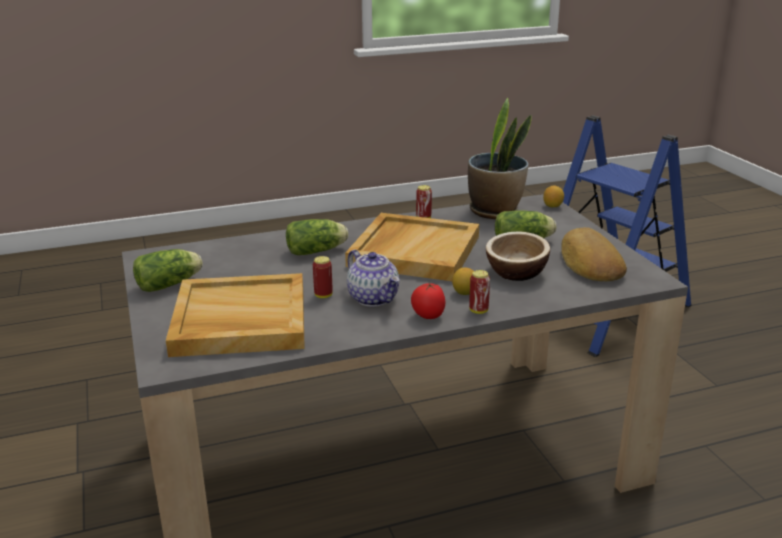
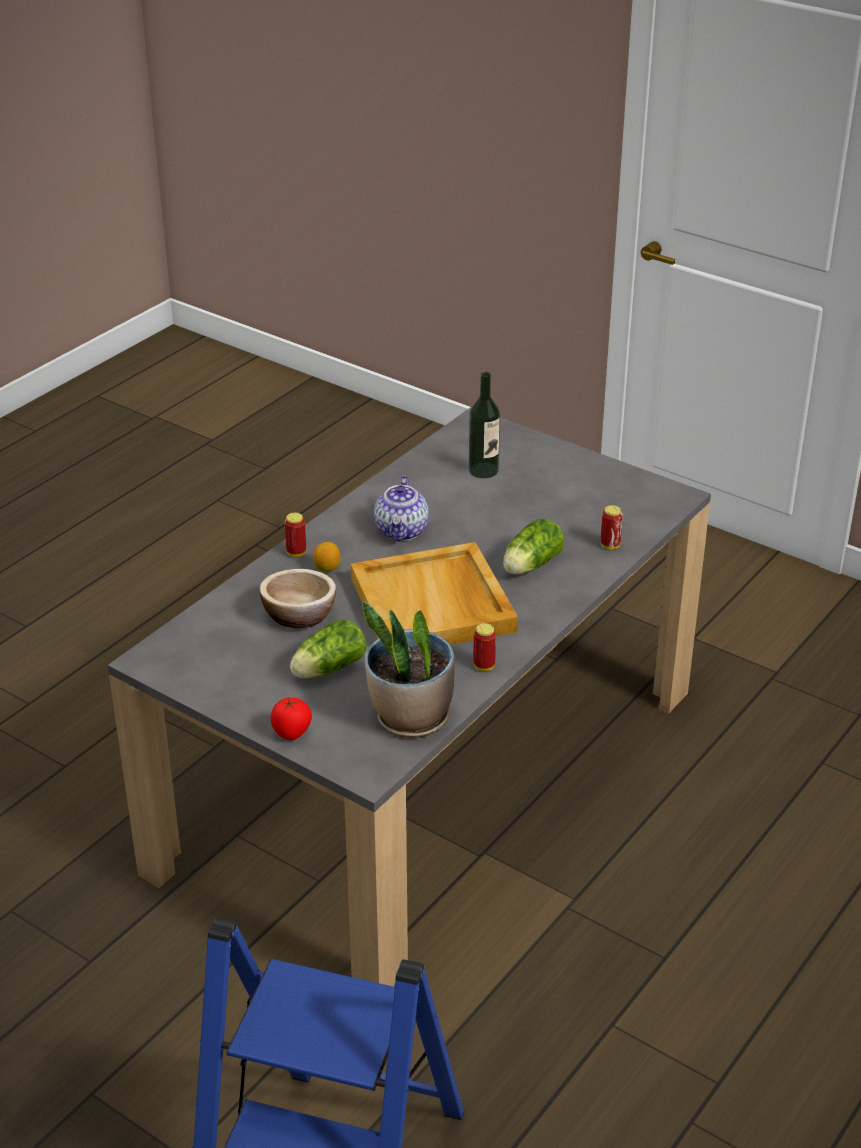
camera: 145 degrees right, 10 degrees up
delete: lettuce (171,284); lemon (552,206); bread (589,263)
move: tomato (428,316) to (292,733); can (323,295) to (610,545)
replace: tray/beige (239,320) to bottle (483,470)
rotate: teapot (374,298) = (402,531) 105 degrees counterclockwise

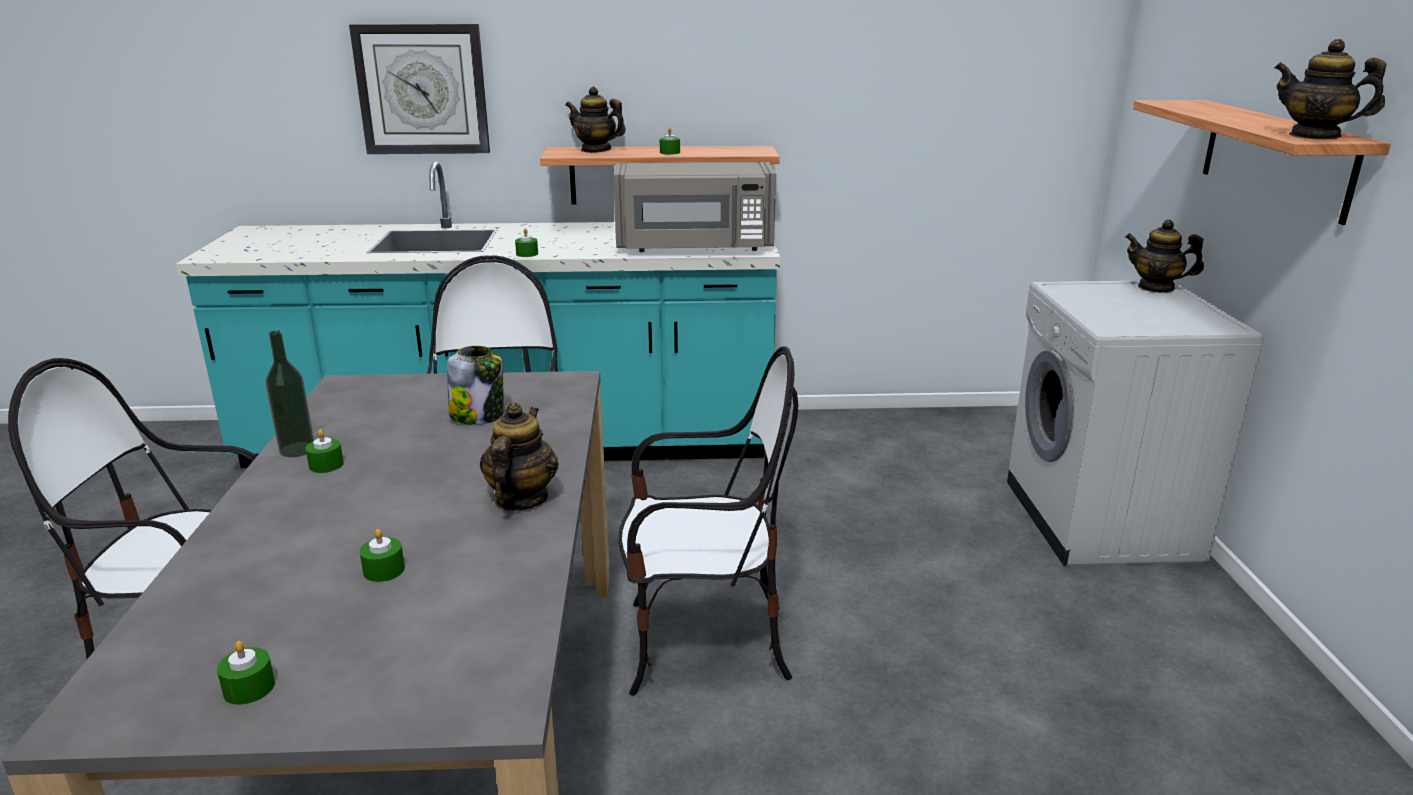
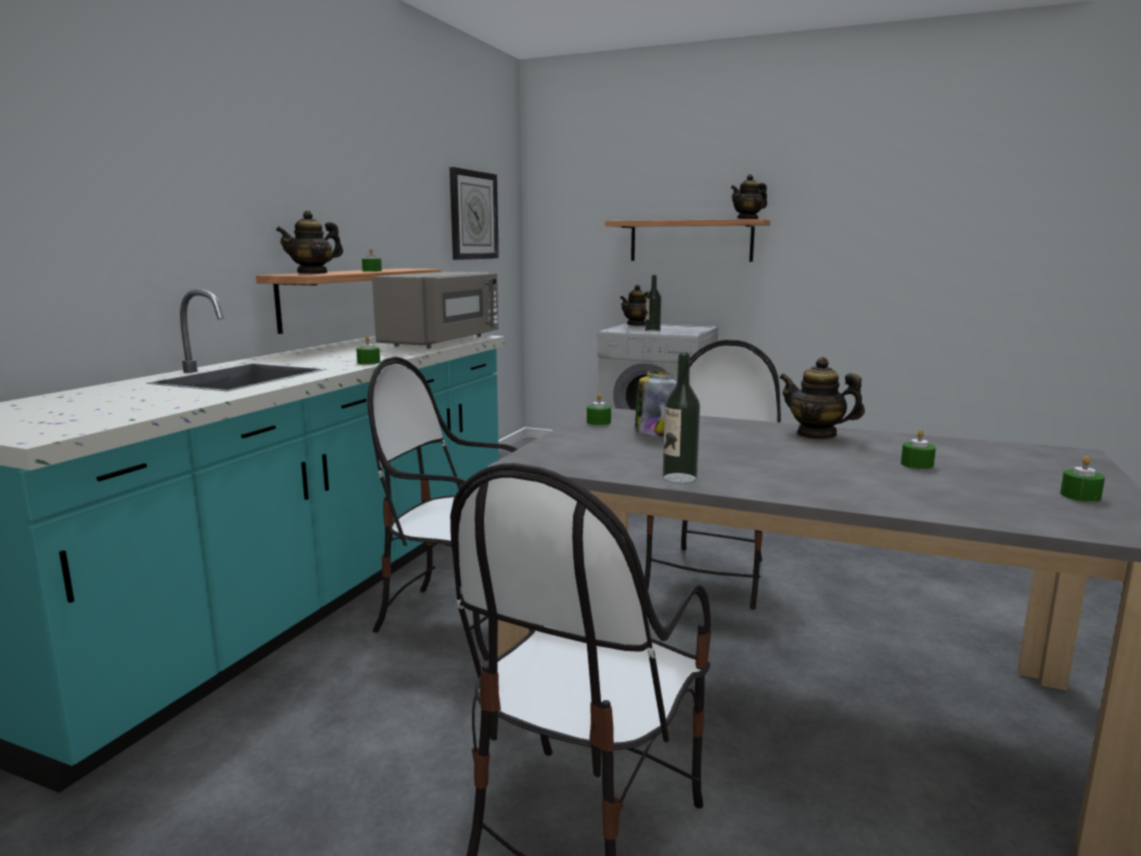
camera: 65 degrees left, 10 degrees down
insert: bottle (652,331)
move: wall clock (422,89) to (473,215); candle/green (326,465) to (598,422)

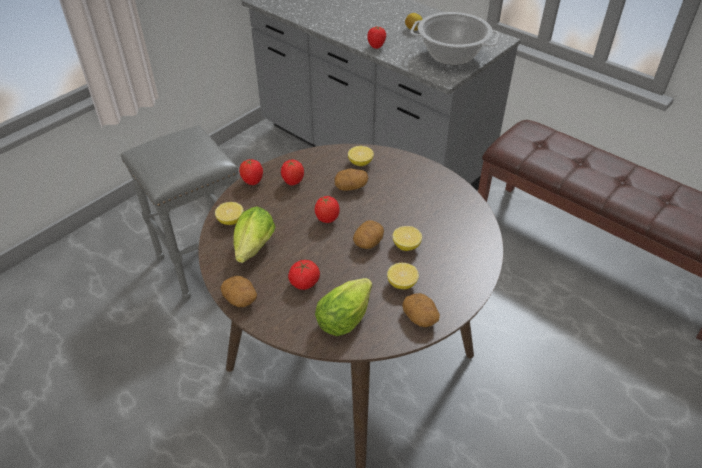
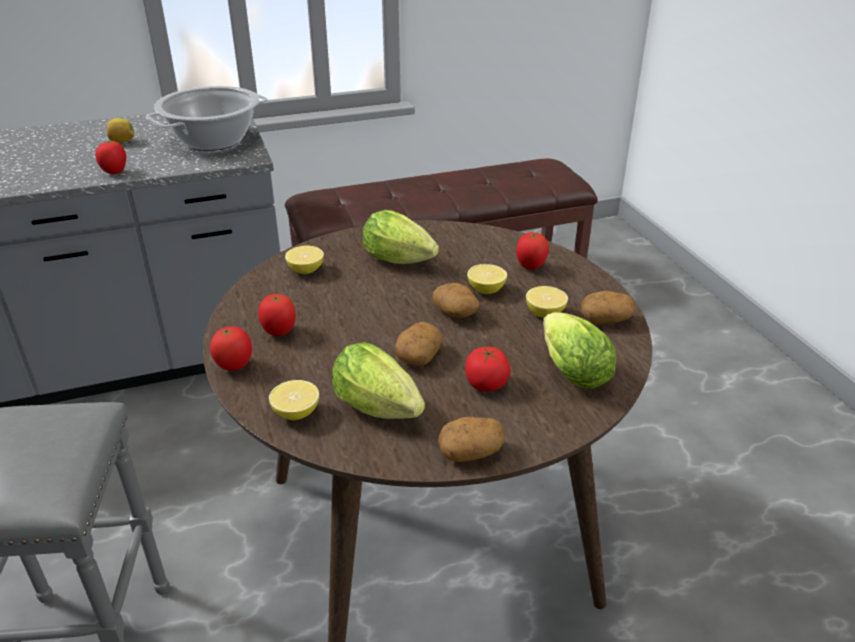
camera: 60 degrees left, 10 degrees down
insert: lettuce (402,261)
move: potato (351,186) to (418,356); tomato (327,220) to (530,267)

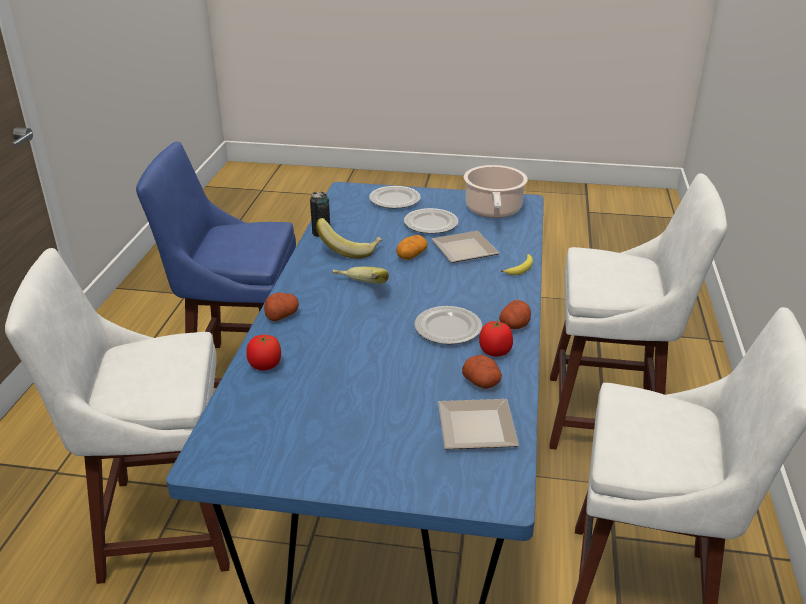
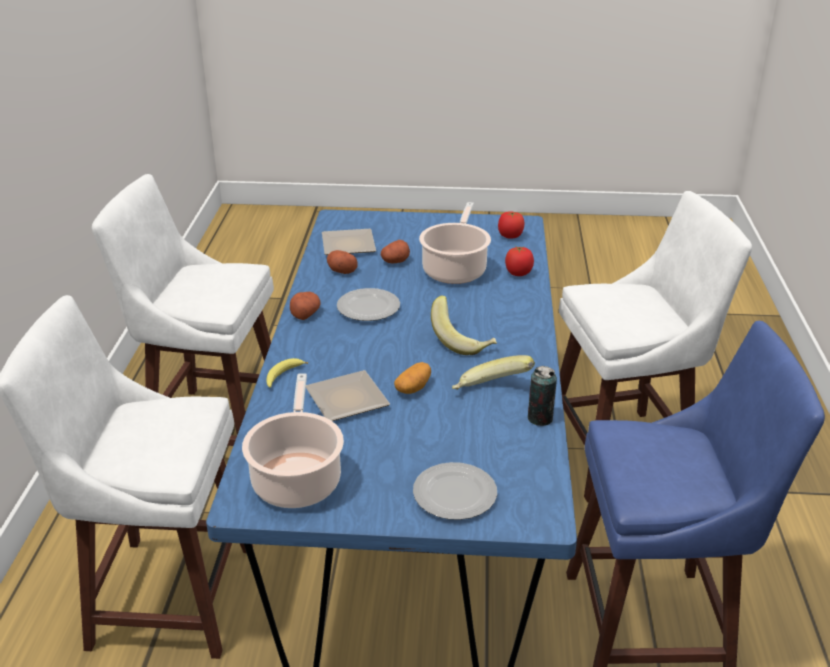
camera: 175 degrees right, 0 degrees up
delete: plate (430,224)
insert: cooking pot (455,269)
move: potato (282,315) to (395,261); tomato (495,352) to (510,236)

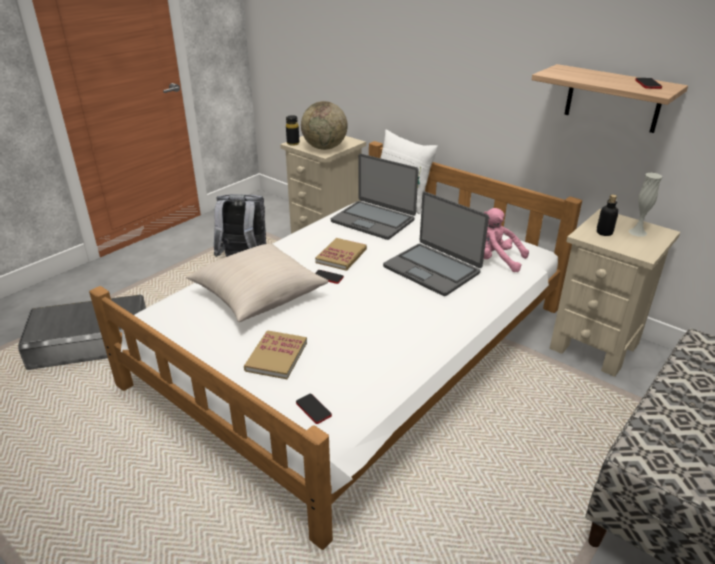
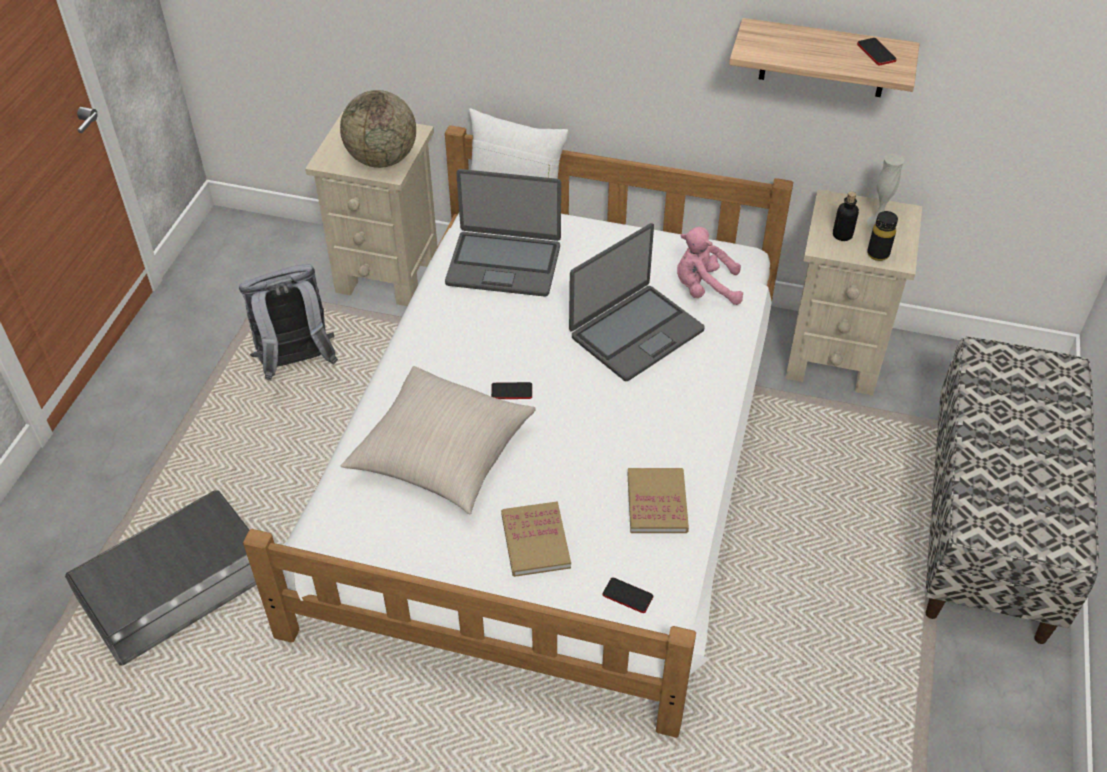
camera: 25 degrees left, 15 degrees up
move: book (341,256) to (657,503); bottle/black (293,143) to (878,254)
rotate: laptop (432,269) = (635,333) 60 degrees counterclockwise

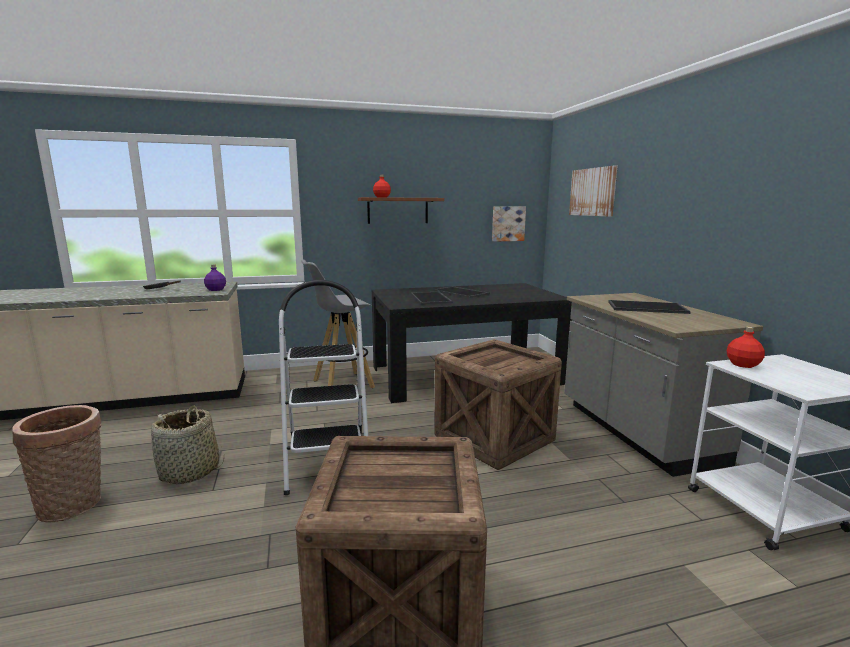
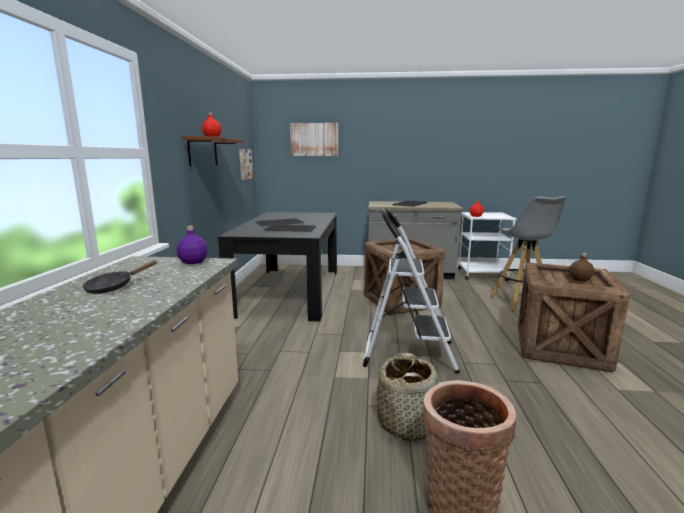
camera: 70 degrees left, 0 degrees up
insert: bottle/brown (579,279)
move: stool/grey (342,384) to (520,303)

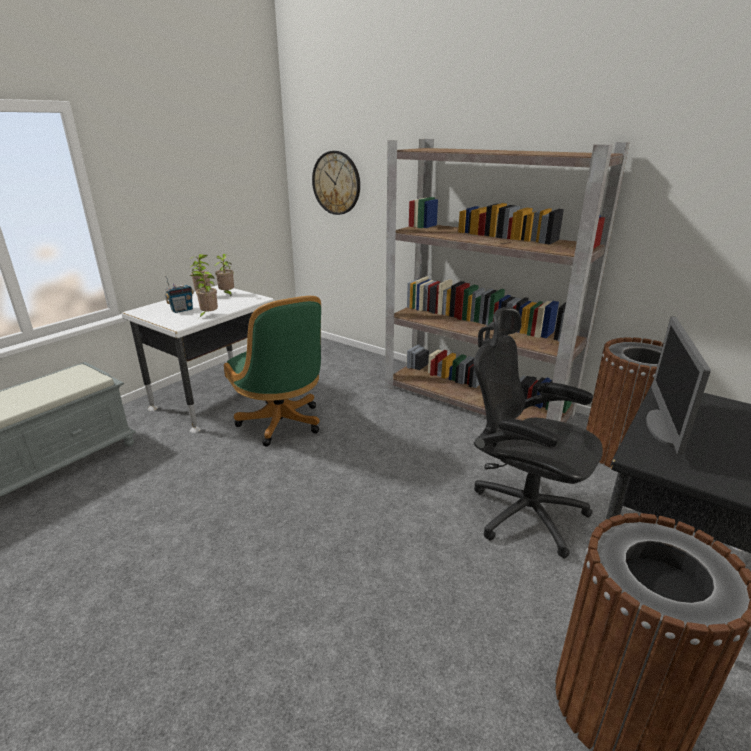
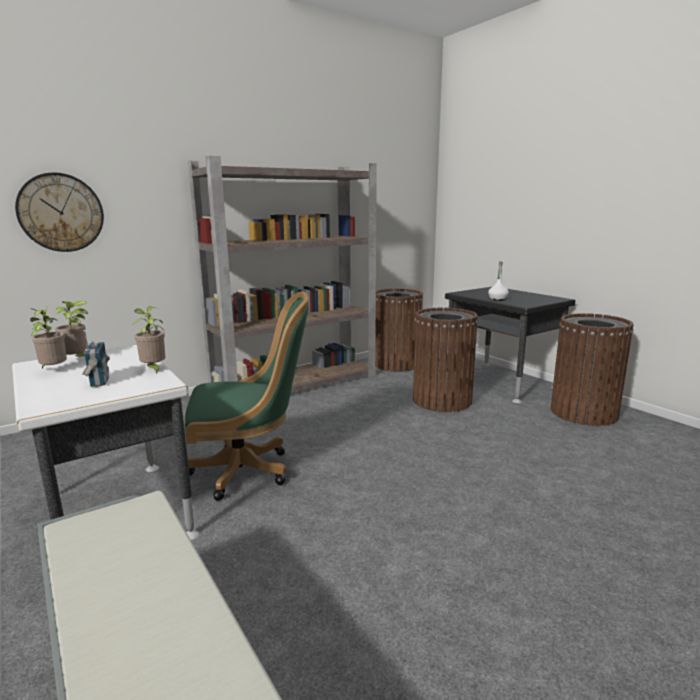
camera: 70 degrees left, 10 degrees down
replace: office chair (521,511) to trash can/brown (441,400); monitor (663,428) to bottle/white (498,299)

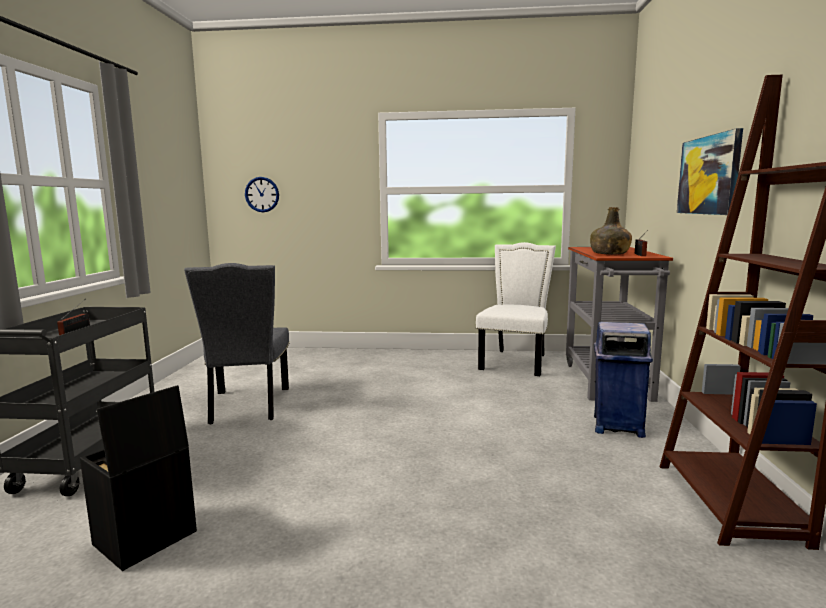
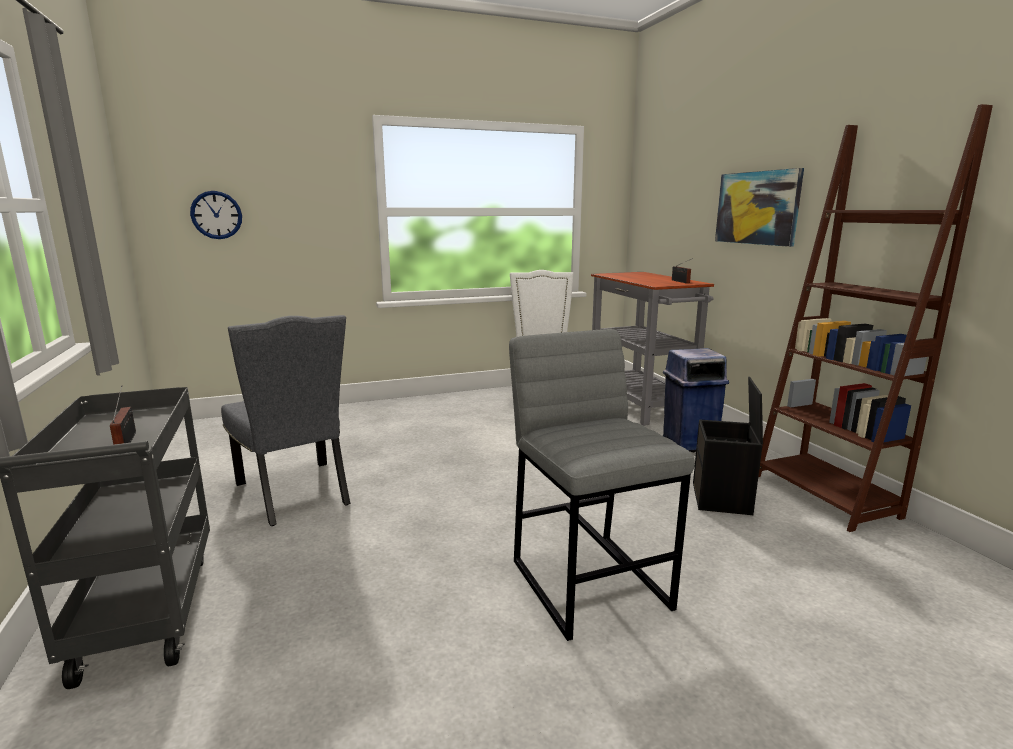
camera: 25 degrees left, 5 degrees up
delete: bottle/green (609,253)
insert: chair/grey (587,581)
move: storage box/black (144,539) to (722,499)

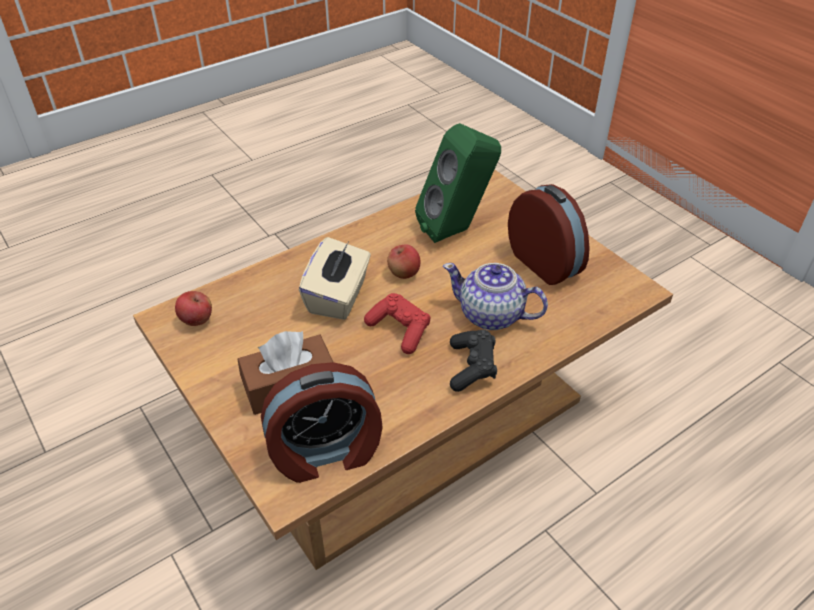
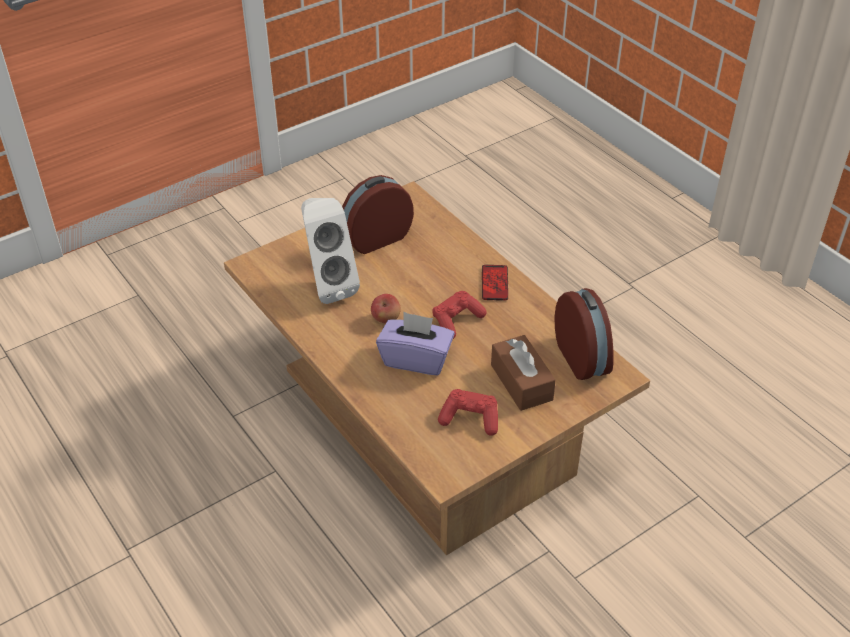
camera: 90 degrees left, 0 degrees up
delete: apple (197,320); teapot (491,315)
insert: game controller/red (470,419)
replace: game controller/black (472,367) to phone (494,283)
recolor: speaker/green (457,230) to speaker/white (328,285); tissue box/beige (338,297) to tissue box/purple (416,359)

